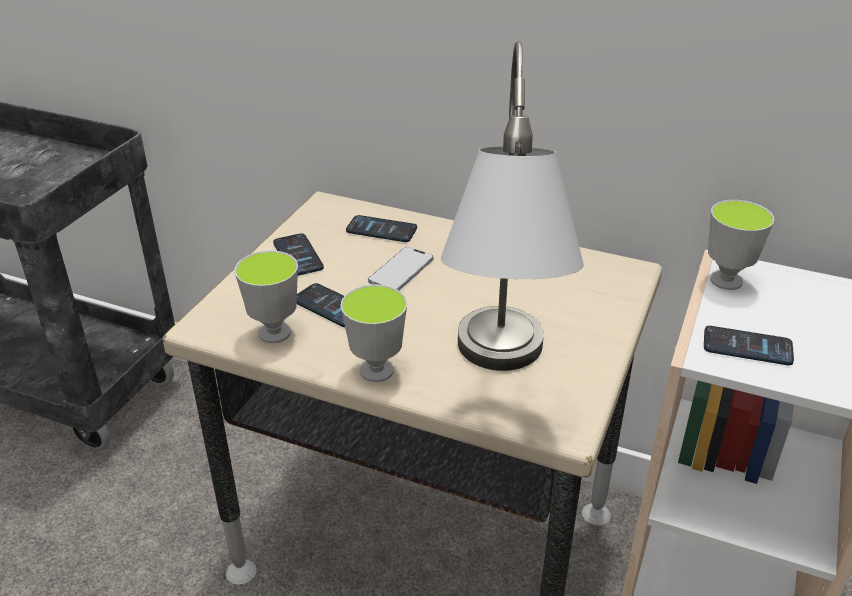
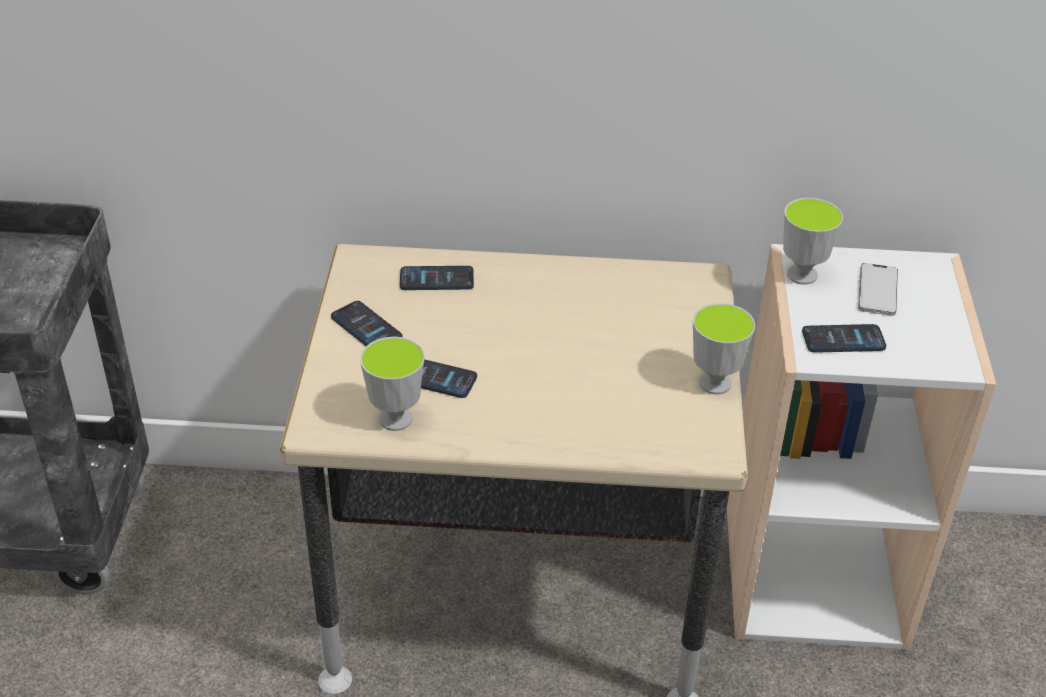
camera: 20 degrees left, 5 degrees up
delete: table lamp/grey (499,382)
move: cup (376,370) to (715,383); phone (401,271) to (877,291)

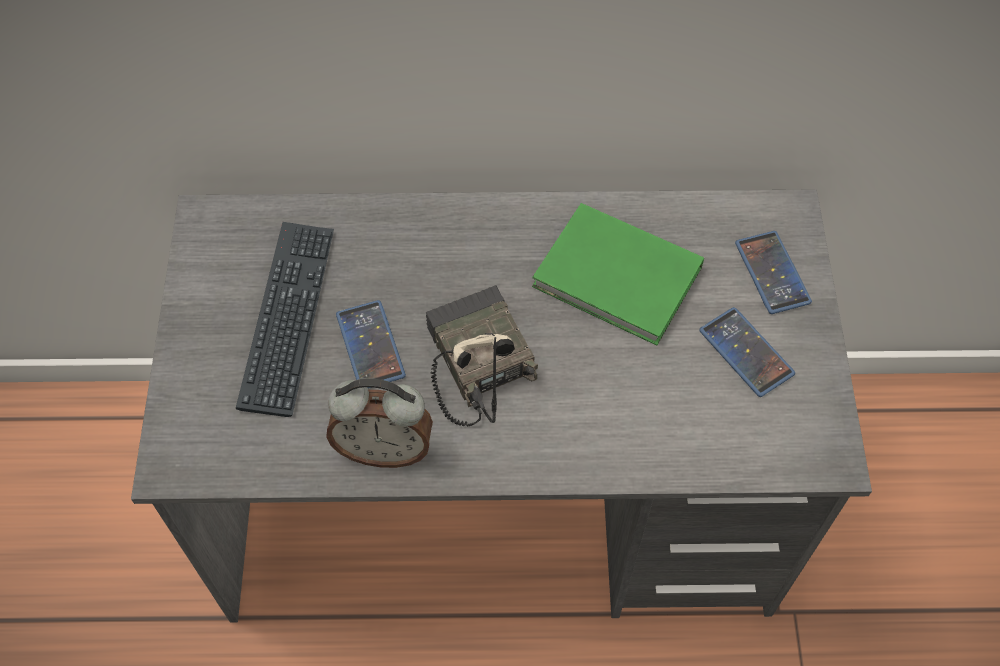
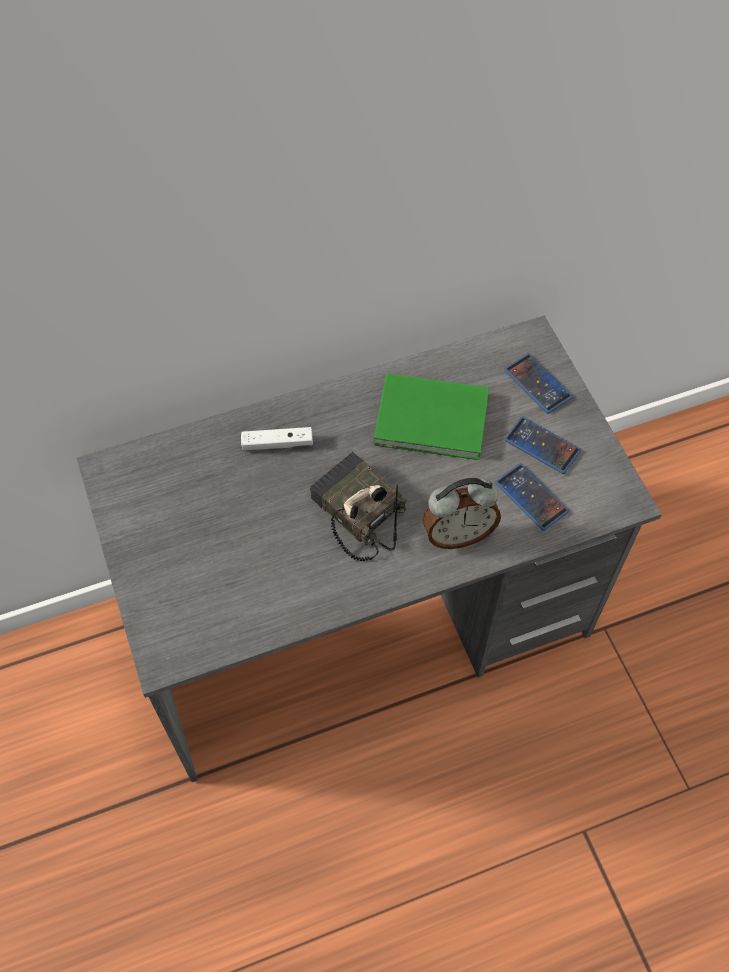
camera: 20 degrees left, 0 degrees up
delete: keyboard (288,317)
insert: game controller/white (277,443)
move: alarm clock (384,448) to (457,534); phone (370,345) to (531,497)

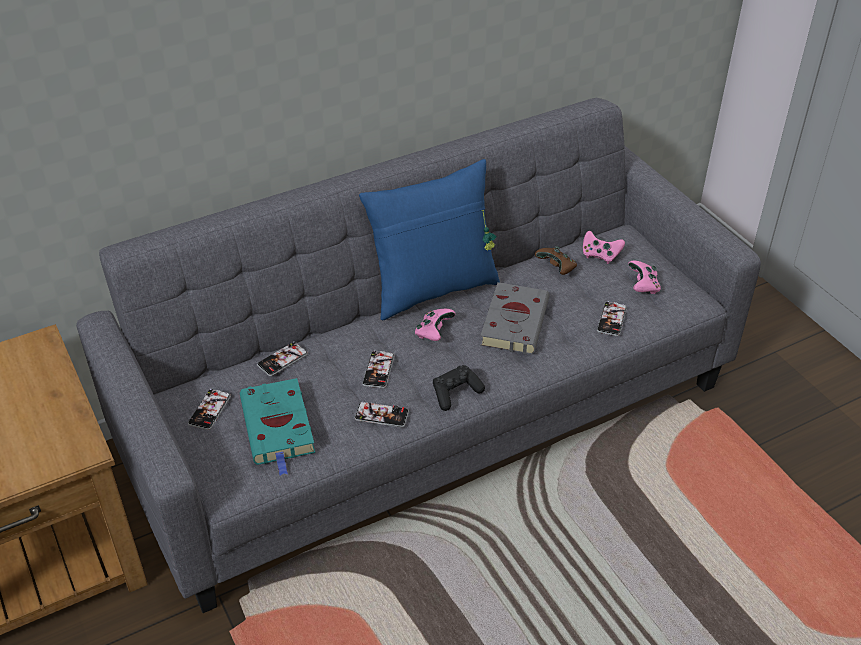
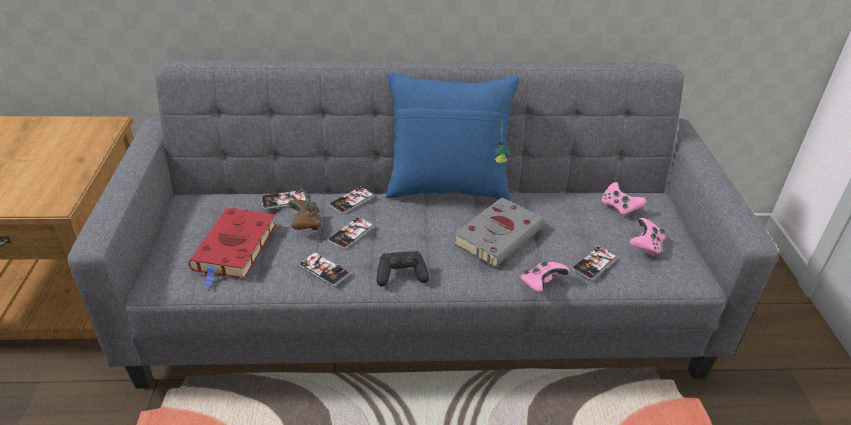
camera: 25 degrees right, 5 degrees down
move: game controller/brown (557,269) to (305,224); phone (209,410) to (351,201); game controller/pink (434,332) to (541,284)
recolor: book/turquoise (278,428) to book/red (234,249)

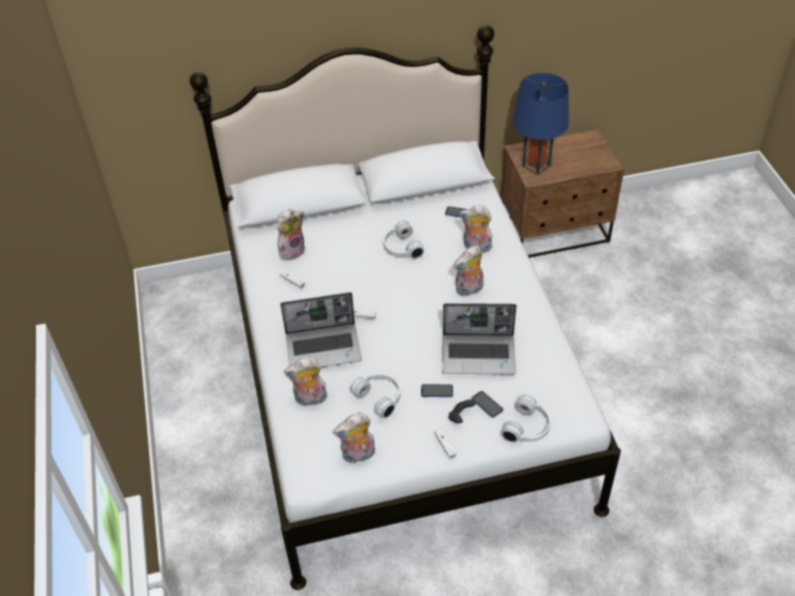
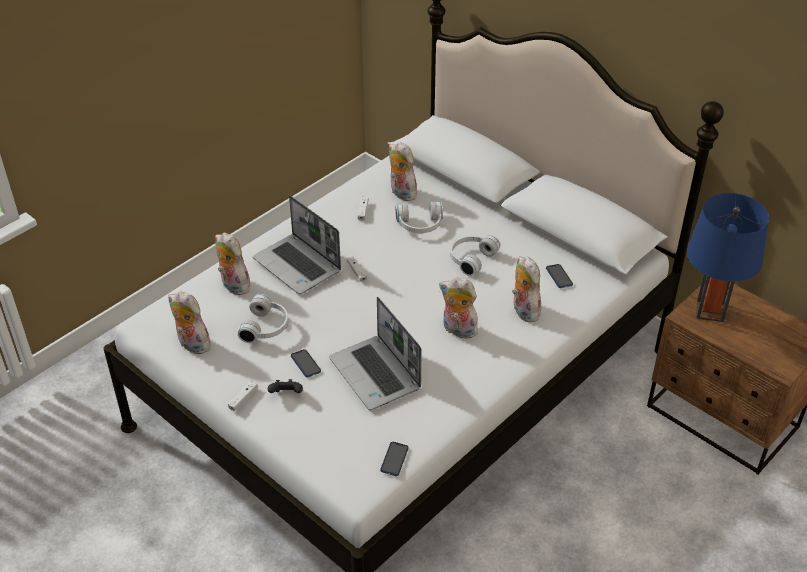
camera: 55 degrees right, 5 degrees down
move: phone (487,404) to (394,459); headphones/white (528,428) to (420,225)
rotate: plush toy (292,250) = (401,193) 150 degrees counterclockwise

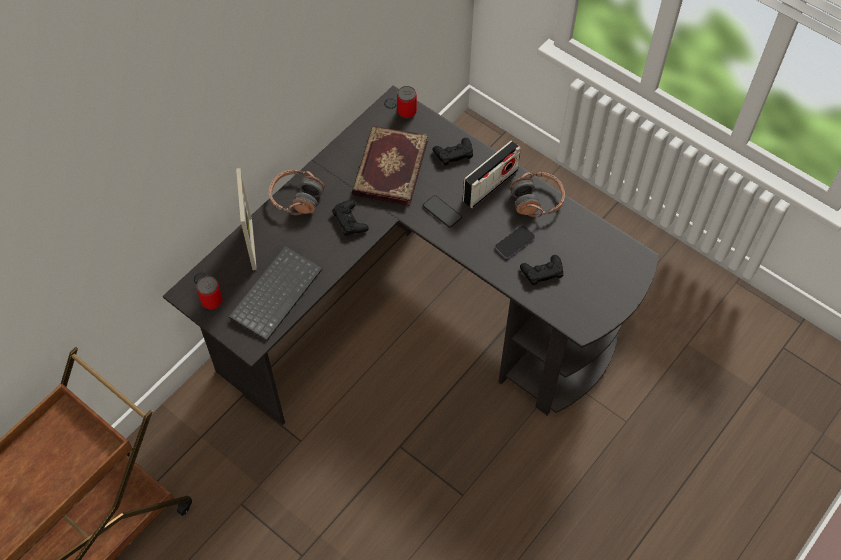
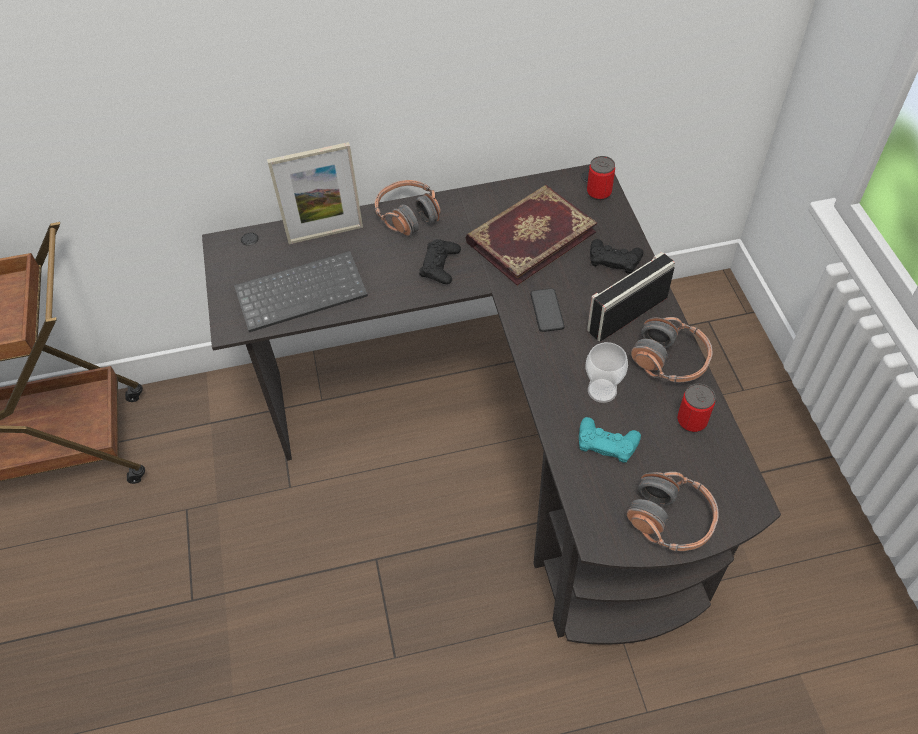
camera: 40 degrees right, 5 degrees down
insert: headphones (670,519)
move: can (212,301) to (691,421)
replace: phone (515,242) to cup (602,390)
recolor: game controller/black (542,272) to game controller/turquoise (607,442)
rotate: picture frame (252,244) = (325,234) 45 degrees clockwise; radio (490,185) = (627,314) 150 degrees clockwise

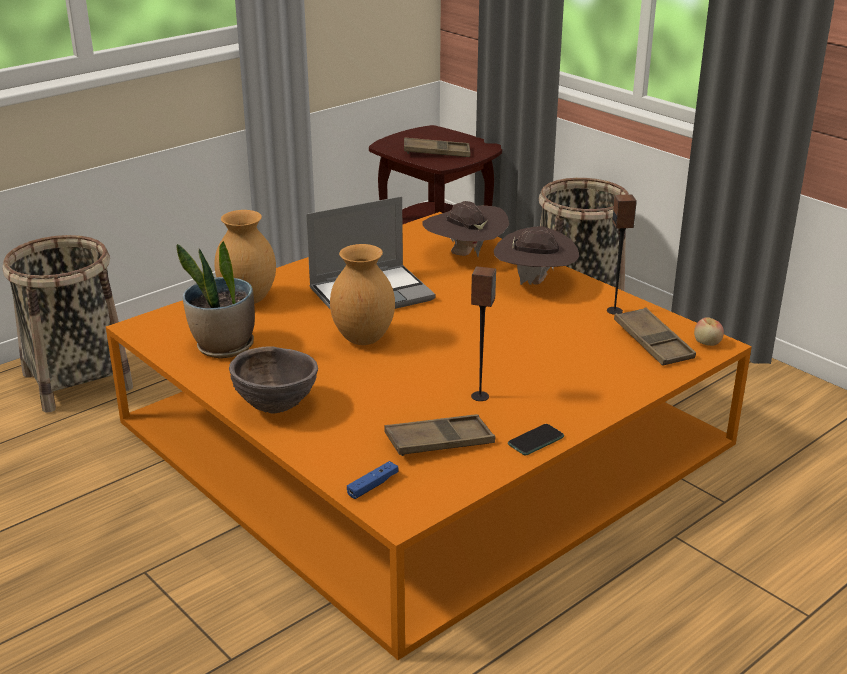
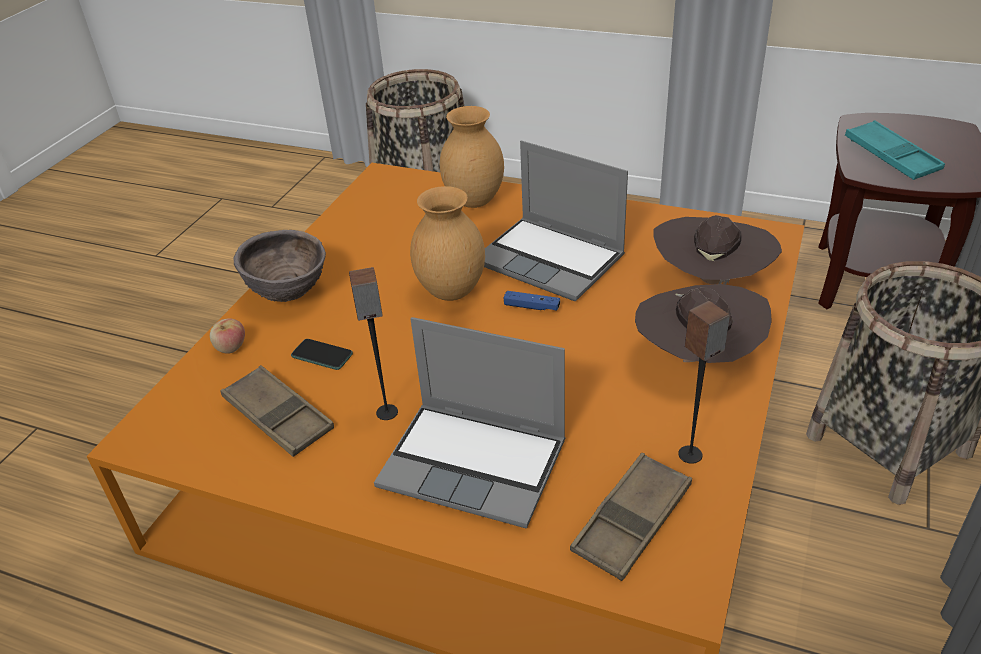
camera: 65 degrees right, 10 degrees up
delete: potted plant (224,347)
insert: laptop (476,463)
move: apple (707,343) to (231,348); phone (535,440) to (322,355); game controller/blue (373,485) to (531,306)
recolor: tray/brown (436,153) to tray/turquoise (891,156)

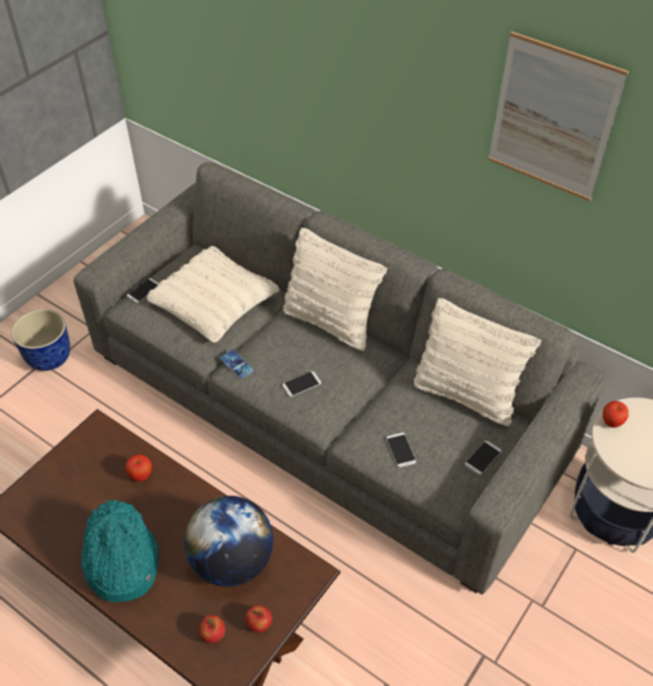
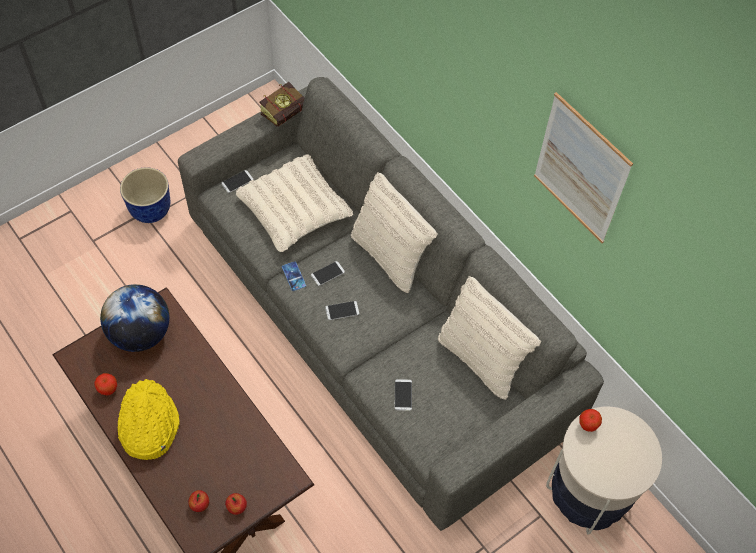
camera: 15 degrees right, 10 degrees up
insert: book (288,112)
move: apple (141,476) to (108,390); globe (232,561) to (140,334); phone (483,458) to (327,273)
recolor: hat/turquoise (121,562) to hat/yellow (148,426)

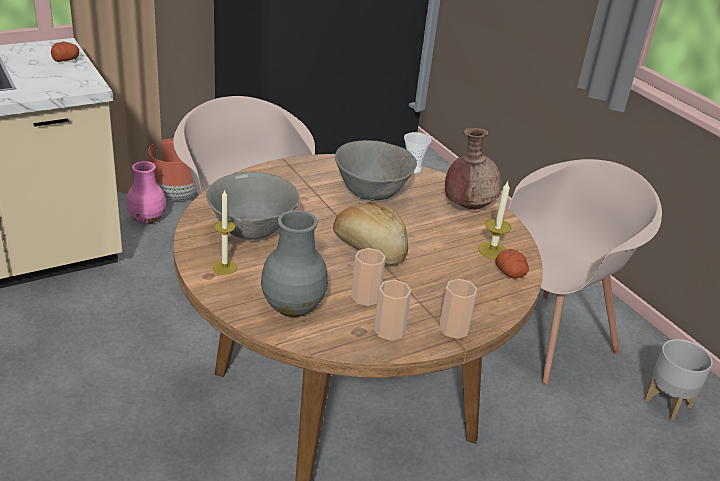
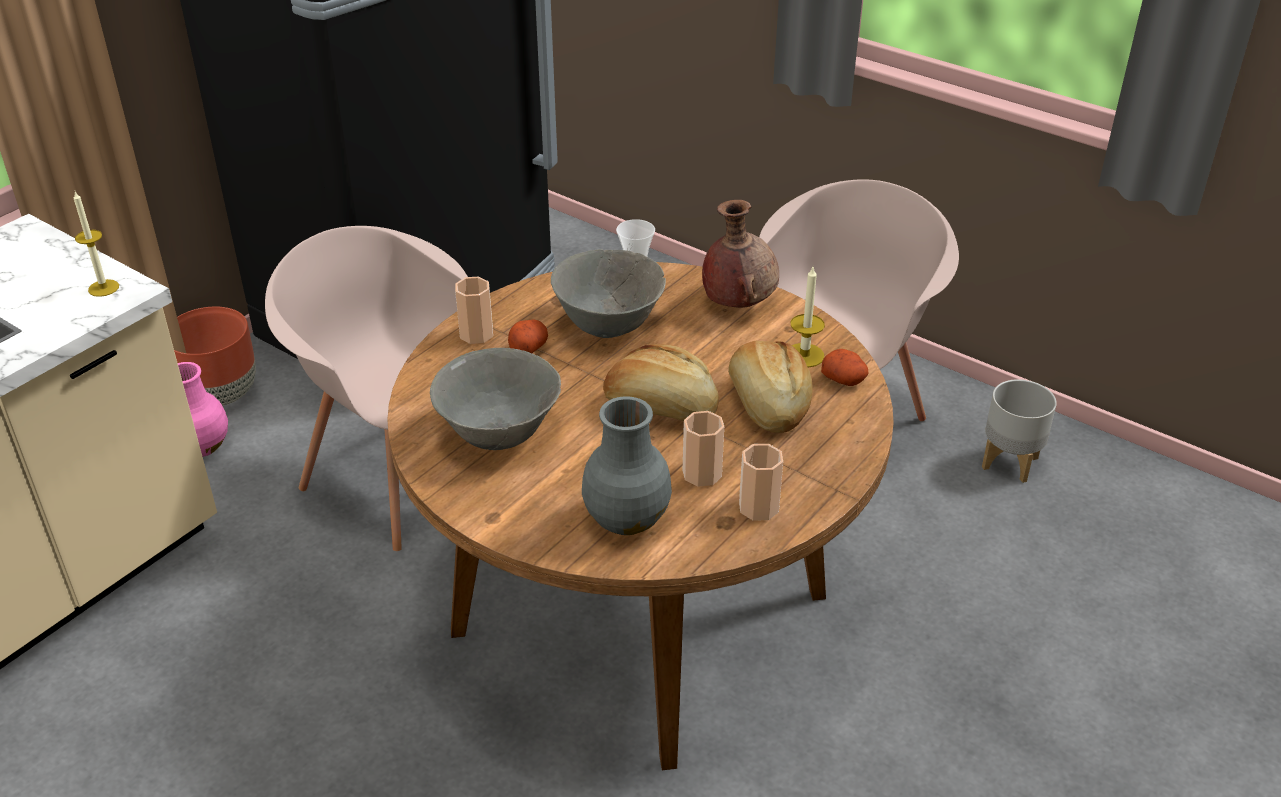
camera: 20 degrees left, 5 degrees up
insert: bread (766,403)
move: candle (225,267) to (103,288); cup (453,328) to (476,334); potato (66,60) to (528,347)

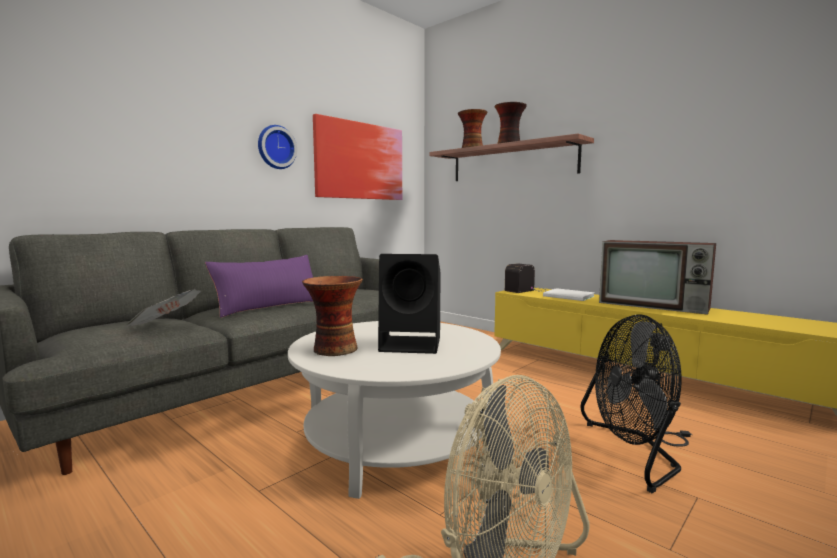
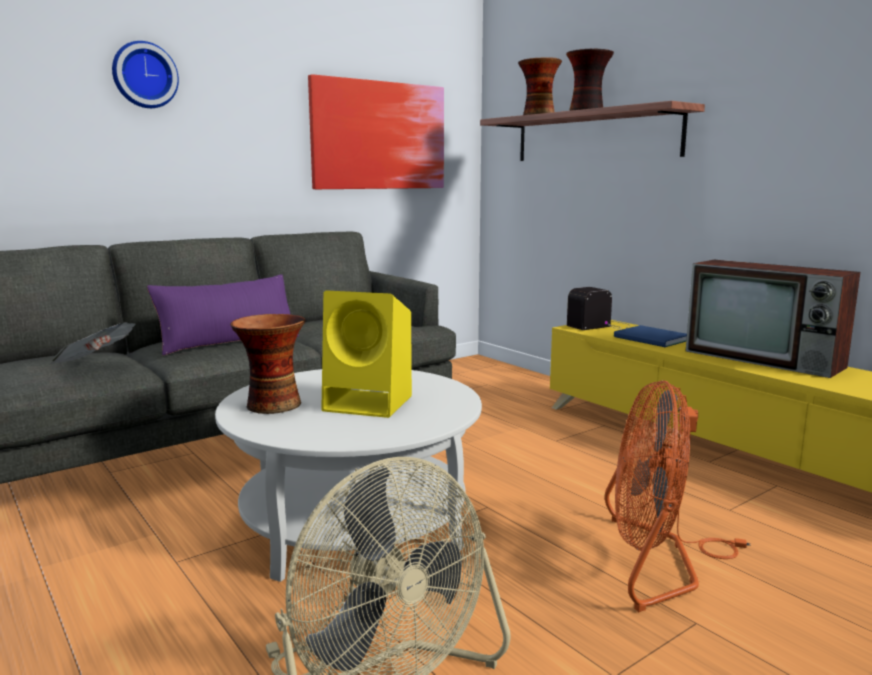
camera: 10 degrees right, 5 degrees up
move: wall clock (275,147) to (144,75)
recolor: speaker/black (412,344) to speaker/yellow (370,403); fan/black (638,450) to fan/orange (659,559); book/white (569,296) to book/blue (652,339)

